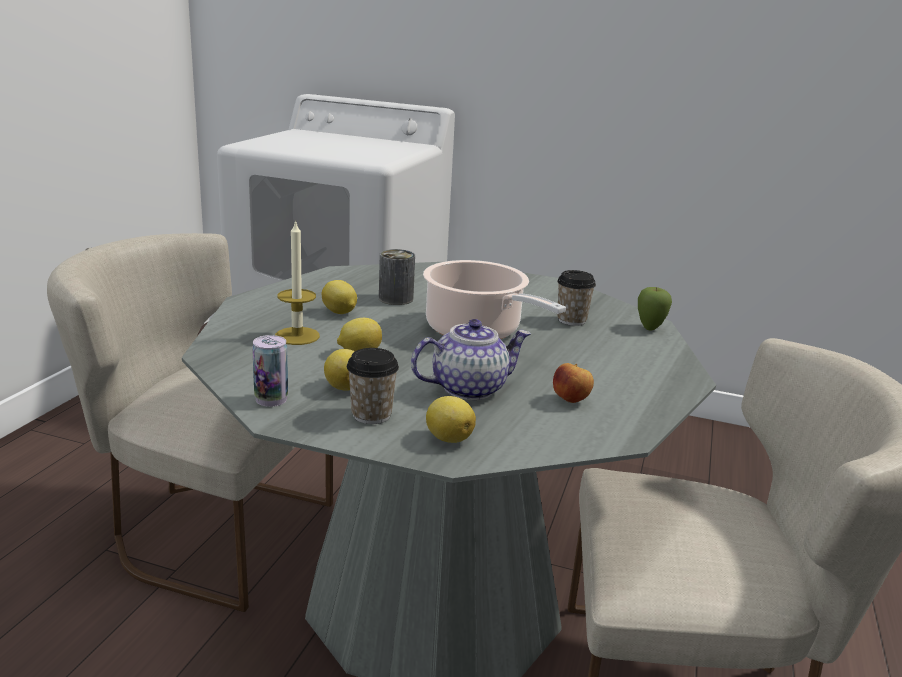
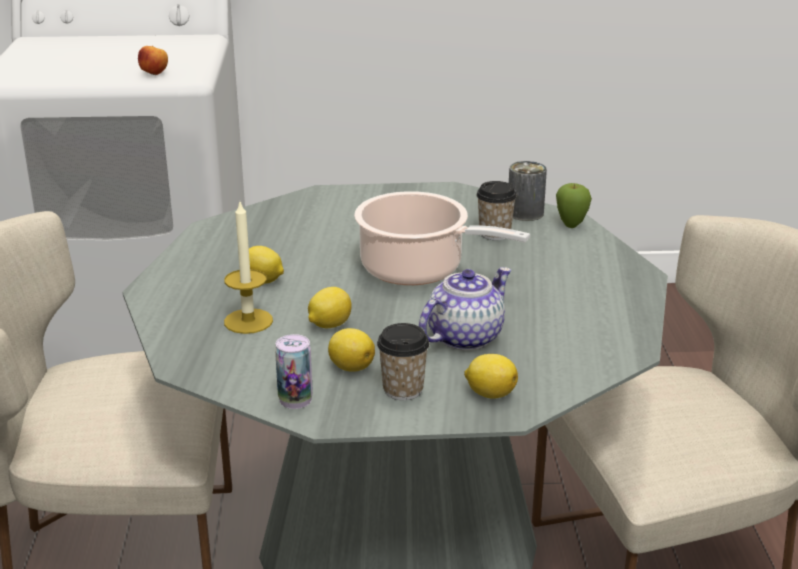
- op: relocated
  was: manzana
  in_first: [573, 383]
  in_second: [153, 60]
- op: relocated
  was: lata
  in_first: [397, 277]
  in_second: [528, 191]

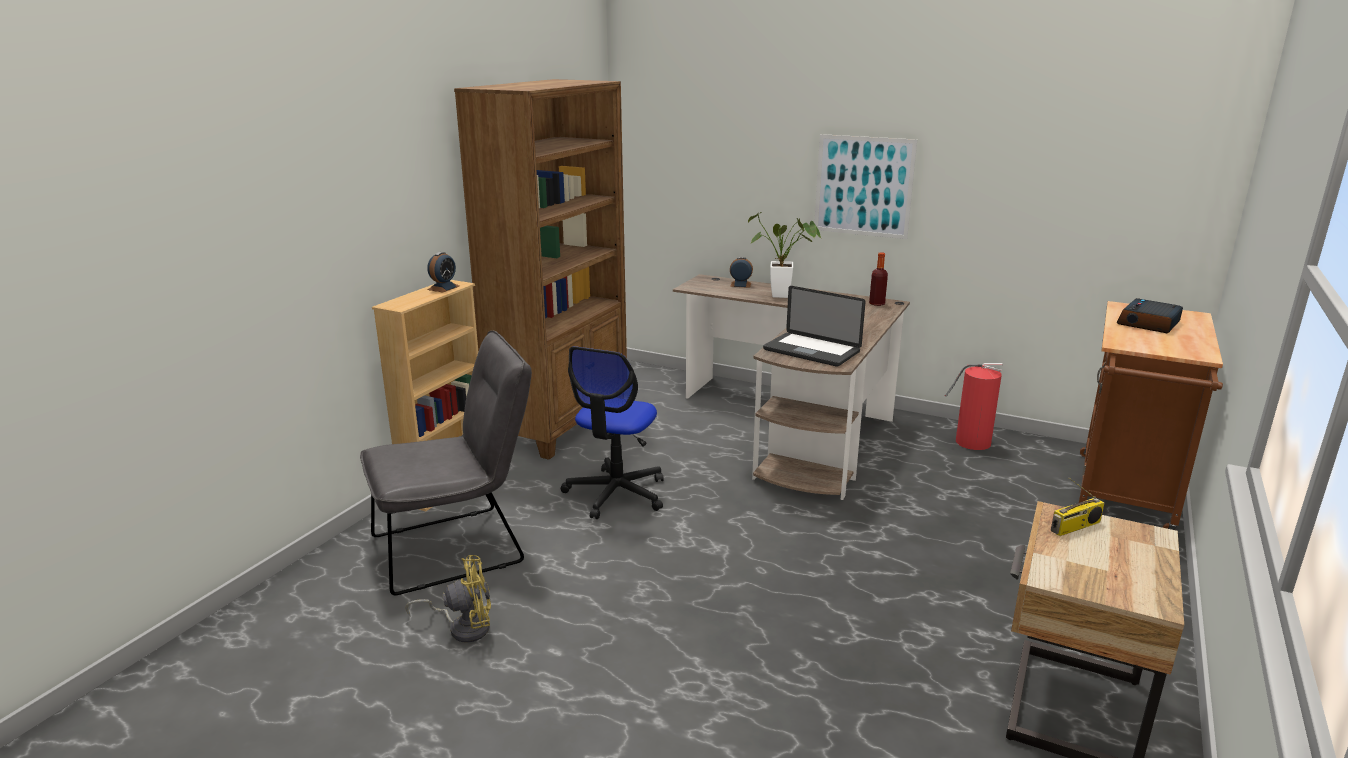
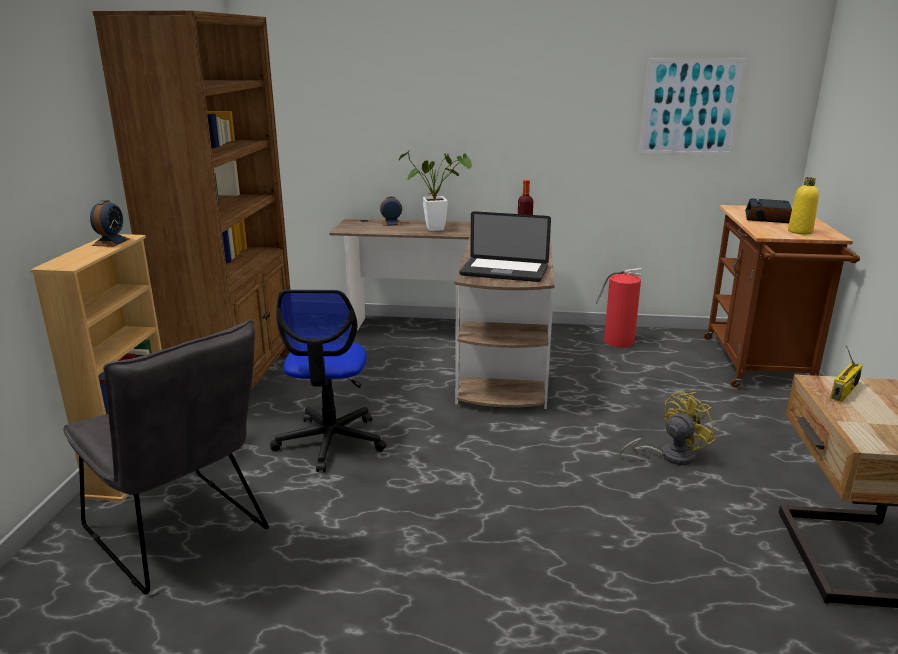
- op: spun
  was: silla [gris]
  in_first: [446, 463]
  in_second: [166, 456]
  clockwise: 90
- op: relocated
  was: ventilador [amarillo]
  in_first: [448, 599]
  in_second: [667, 428]
- op: relocated
  was: cuadro
  in_first: [865, 186]
  in_second: [692, 107]
- op: appeared
  now: botella [amarillo]
  in_second: [803, 206]

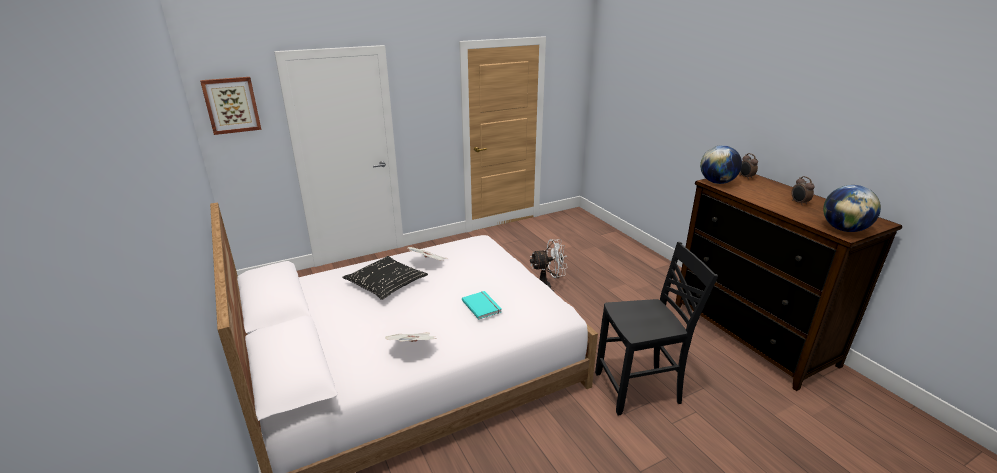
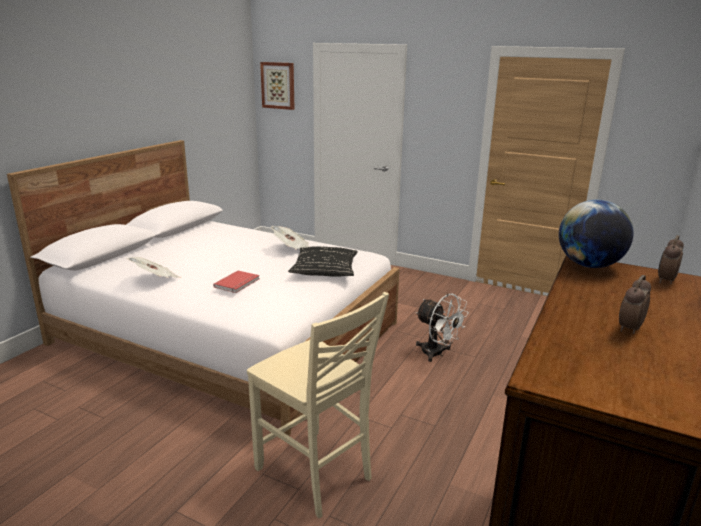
- op: colour
  was: libro [turquesa]
  now: libro [rojo]
  in_first: [482, 305]
  in_second: [236, 282]
- op: colour
  was: silla [negro]
  now: silla [beis]
  in_first: [656, 328]
  in_second: [318, 405]
- op: relocated
  was: cojín [negro]
  in_first: [385, 278]
  in_second: [323, 261]
- op: missing
  was: globo terráqueo
  in_first: [852, 208]

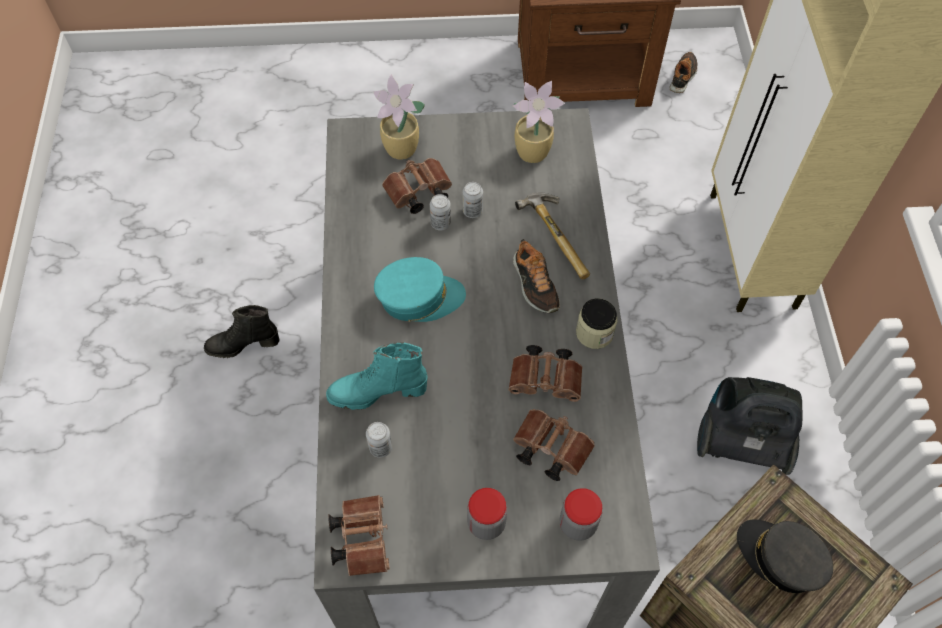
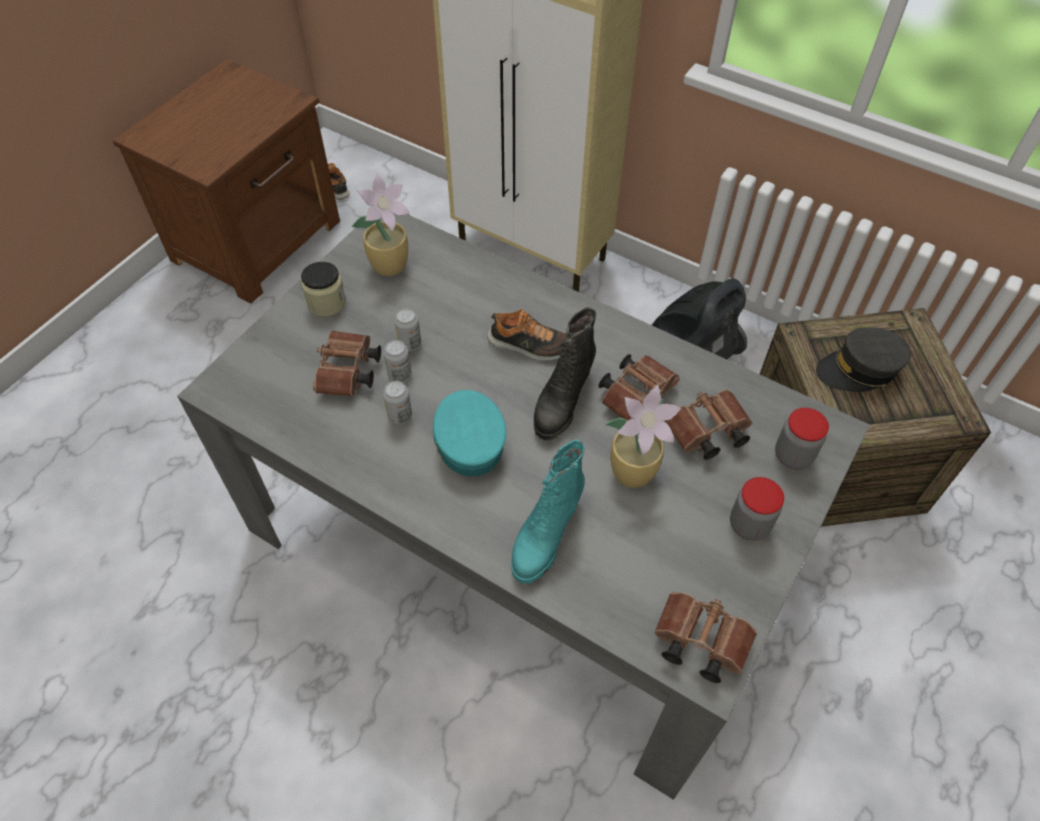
- op: relocated
  was: tarro
  in_first: [596, 323]
  in_second: [323, 289]
- op: relocated
  was: lata
  in_first: [379, 440]
  in_second: [397, 402]
- op: spun
  was: gorra [turquesa]
  in_first: [420, 289]
  in_second: [469, 433]
  clockwise: -45
- op: relocated
  was: bota [negro]
  in_first: [241, 331]
  in_second: [565, 373]
- op: relocated
  was: planta en maceta
  in_first: [399, 117]
  in_second: [643, 436]
- op: missing
  was: martillo
  in_first: [552, 235]

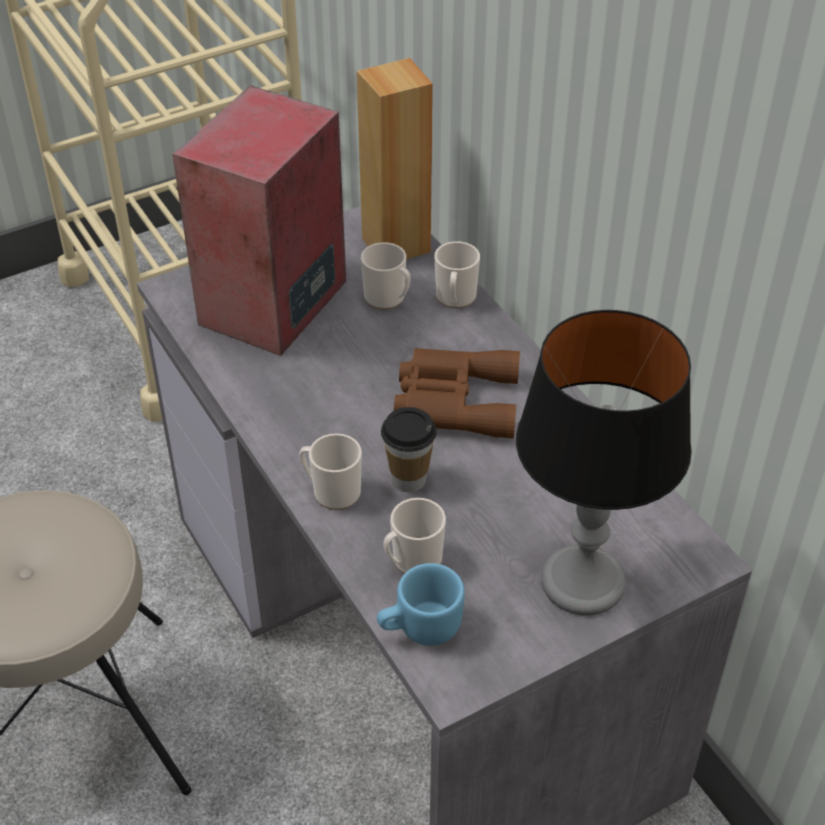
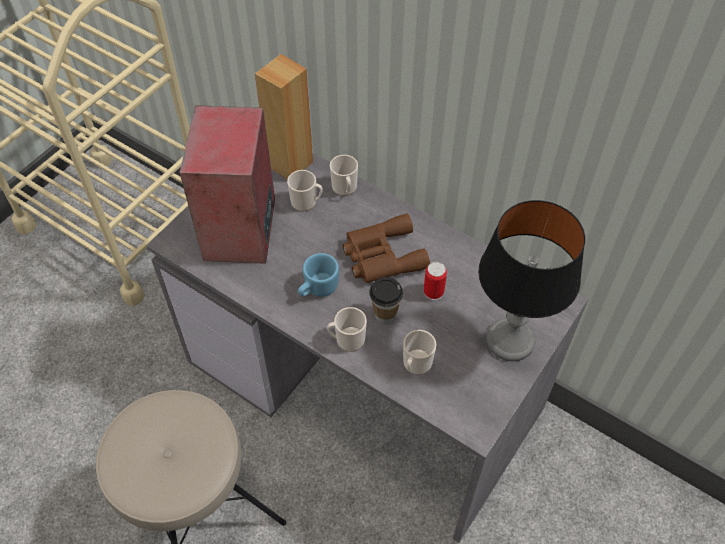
- op: relocated
  was: taza grande [azul]
  in_first: [421, 604]
  in_second: [318, 275]
- op: appeared
  now: lata
  in_second: [435, 281]

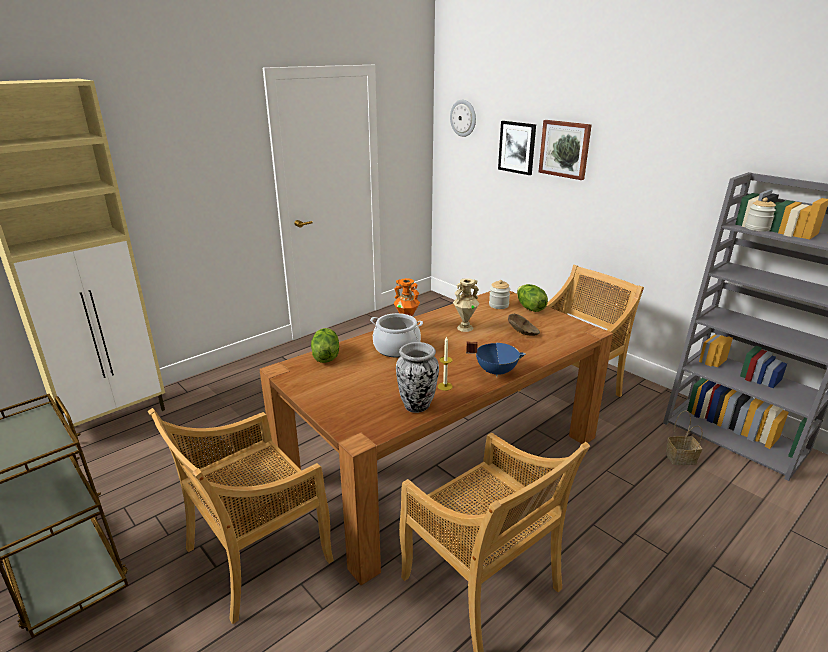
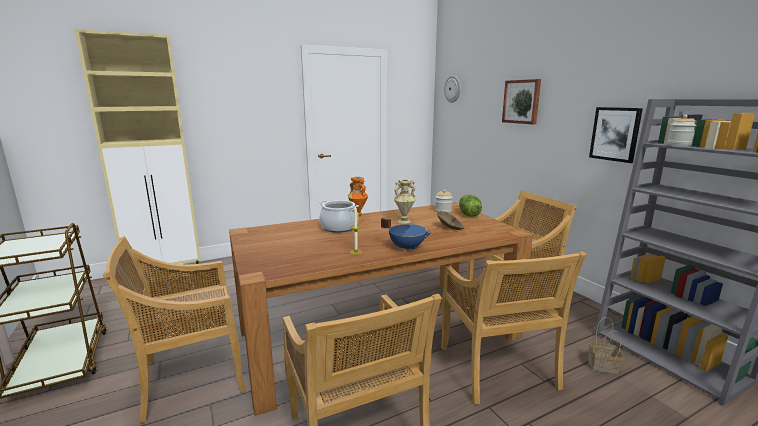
- op: appeared
  now: silla [beis]
  in_second: [513, 328]
- op: relocated
  was: cuadro
  in_first: [517, 148]
  in_second: [616, 135]
- op: missing
  was: lechuga
  in_first: [325, 345]
- op: missing
  was: florero
  in_first: [417, 377]

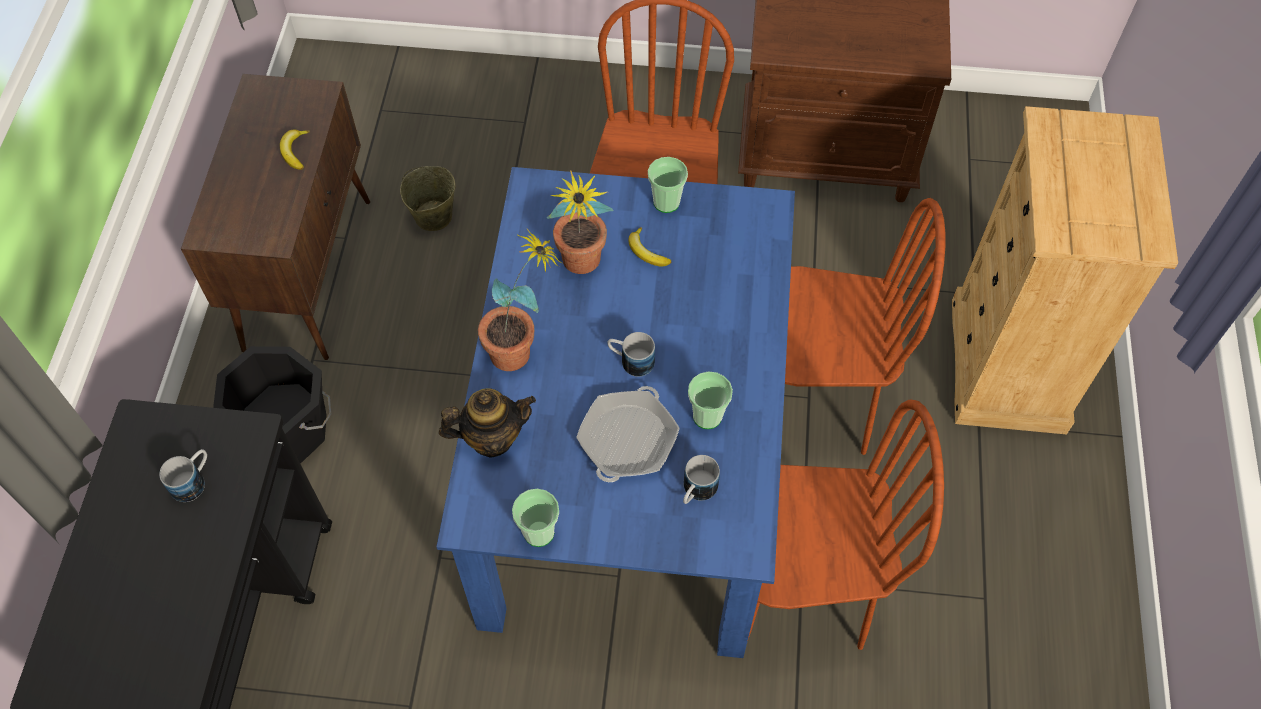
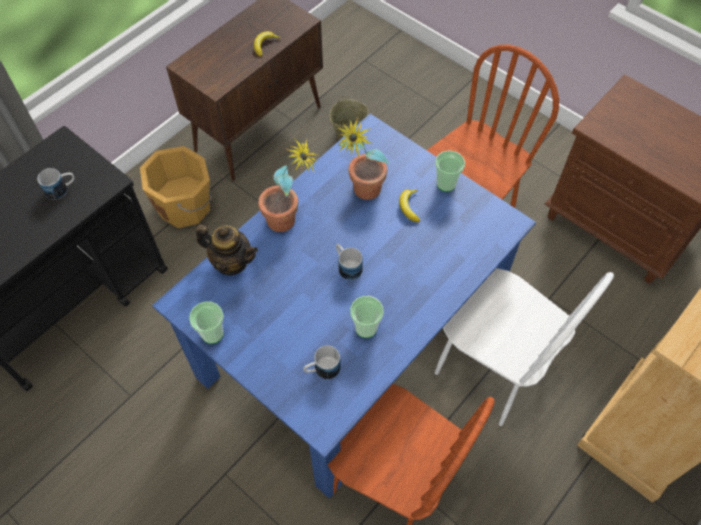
- op: colour
  was: cubo [negro]
  now: cubo [naranja]
  in_first: [272, 404]
  in_second: [176, 187]
- op: colour
  was: silla [marrón]
  now: silla [blanco]
  in_first: [865, 326]
  in_second: [524, 347]
- op: missing
  was: sartén
  in_first: [628, 434]

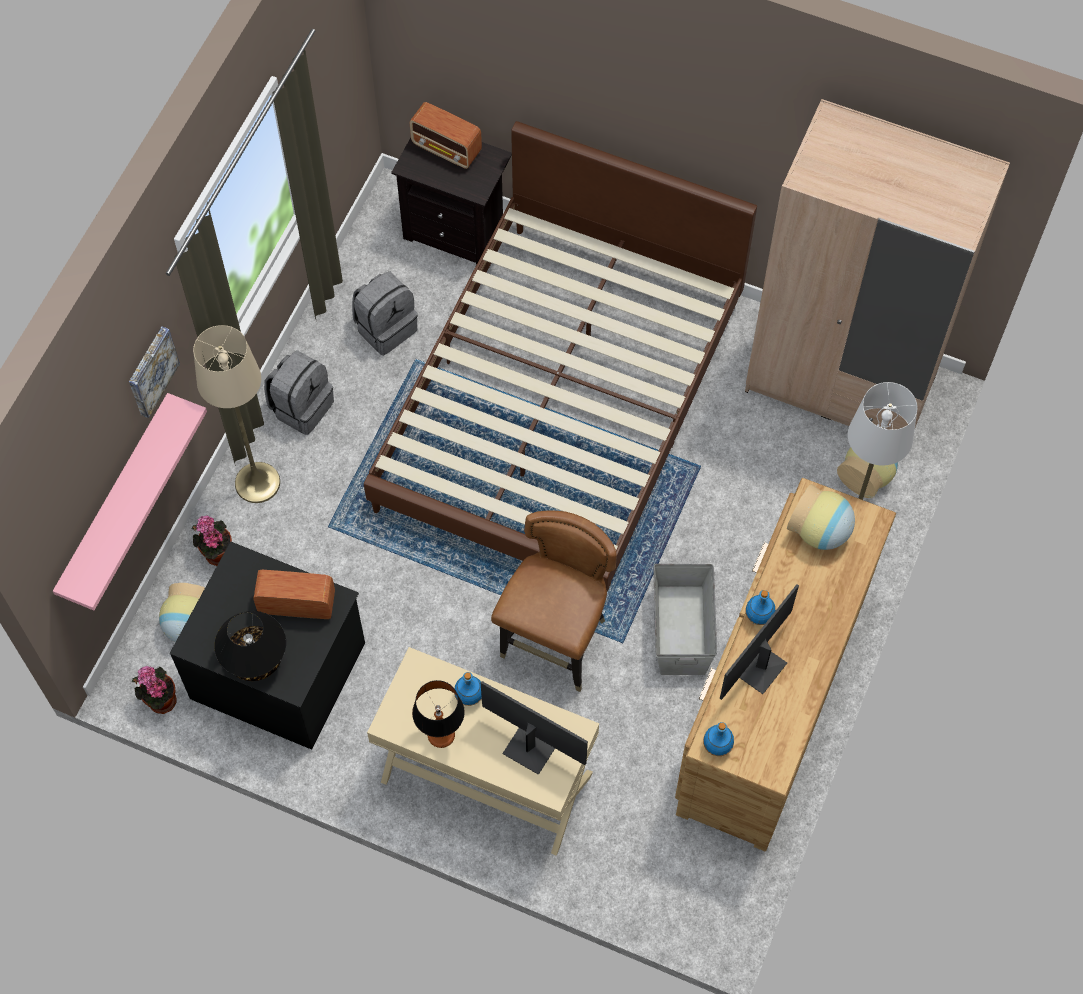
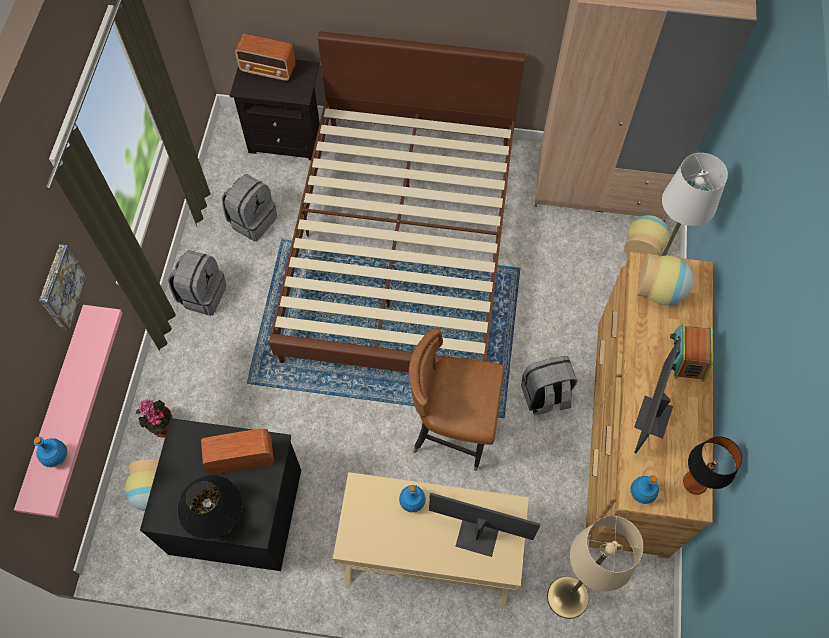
- op: relocated
  was: botella [azul]
  in_first: [760, 607]
  in_second: [50, 452]
- op: spun
  was: silla [marrón]
  in_first: [554, 601]
  in_second: [457, 399]
  clockwise: -90
- op: exchanged
  was: caja de almacenaje [gris]
  now: mochila [gris]
  in_first: [685, 619]
  in_second: [549, 385]
- op: relocated
  was: lámpara de pie [beis]
  in_first: [236, 414]
  in_second: [595, 567]
- op: appeared
  now: radio
  in_second: [692, 352]
- op: relocated
  was: lámpara de mesa
  in_first: [438, 714]
  in_second: [712, 465]
- op: missing
  was: planta en maceta
  in_first: [154, 690]

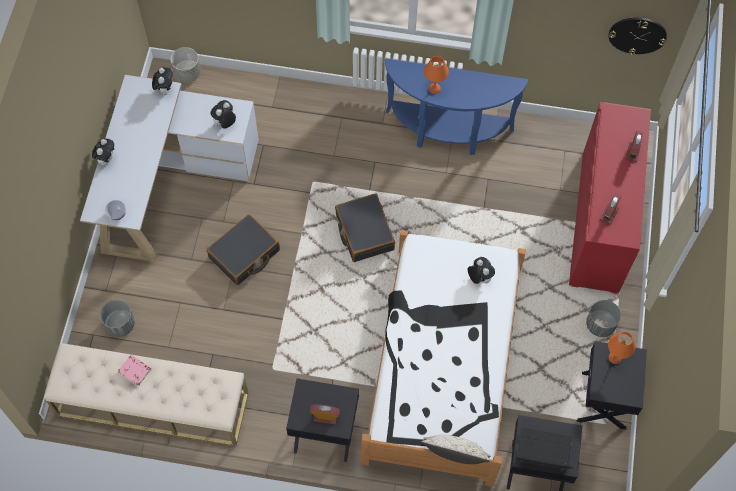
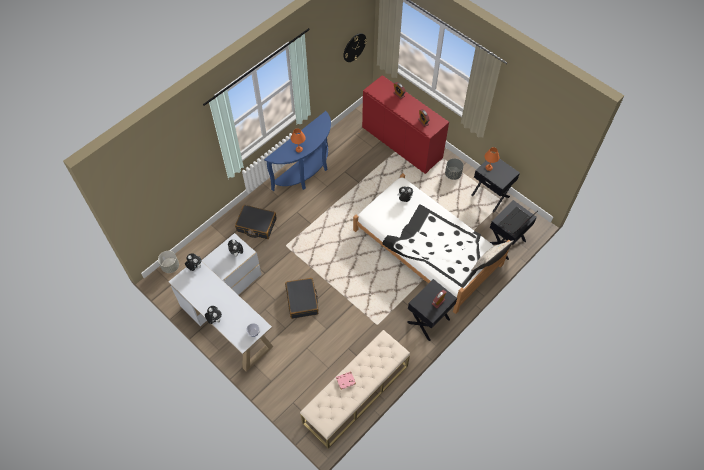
- op: relocated
  was: maleta [negro]
  in_first: [365, 227]
  in_second: [256, 222]
- op: missing
  was: maceta [gris]
  in_first: [117, 318]

